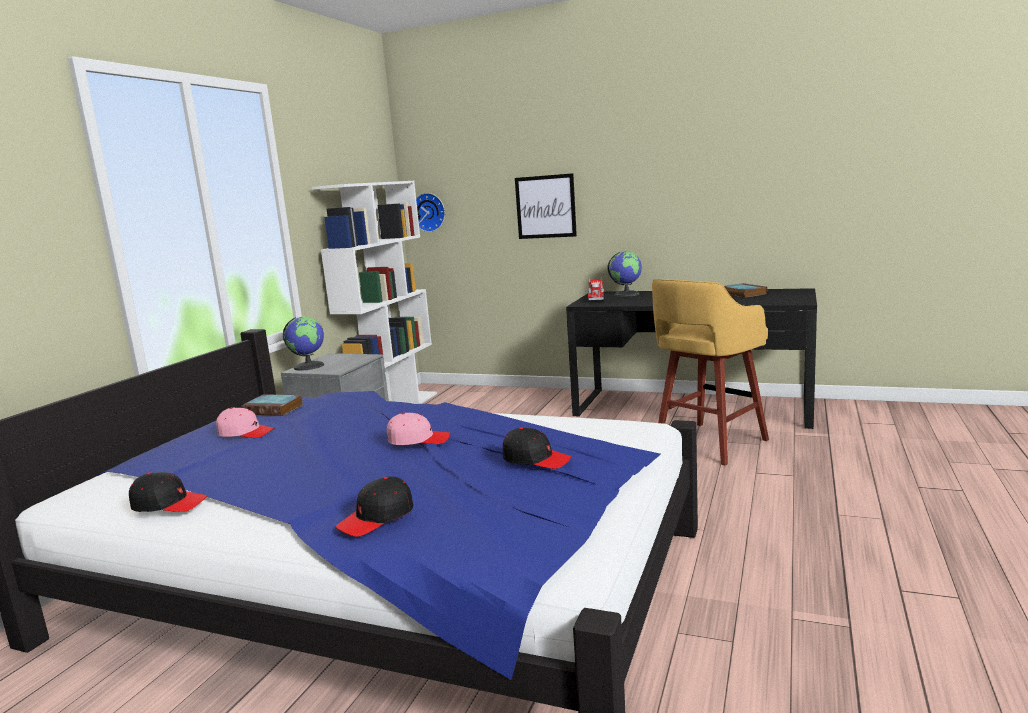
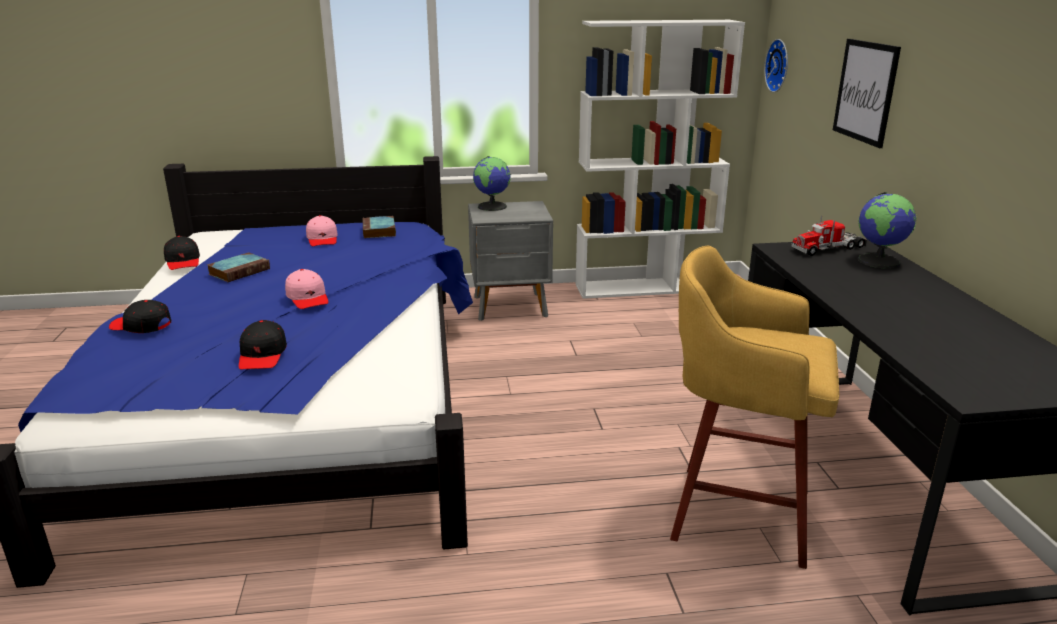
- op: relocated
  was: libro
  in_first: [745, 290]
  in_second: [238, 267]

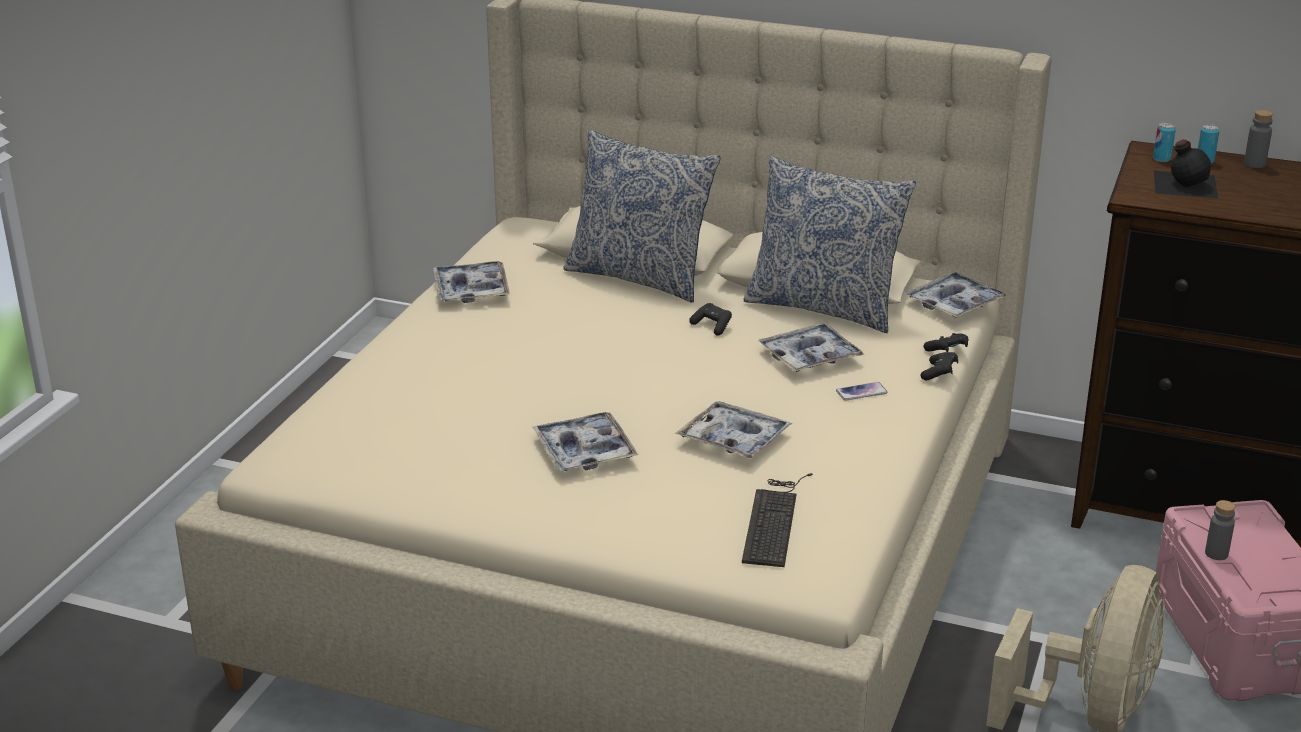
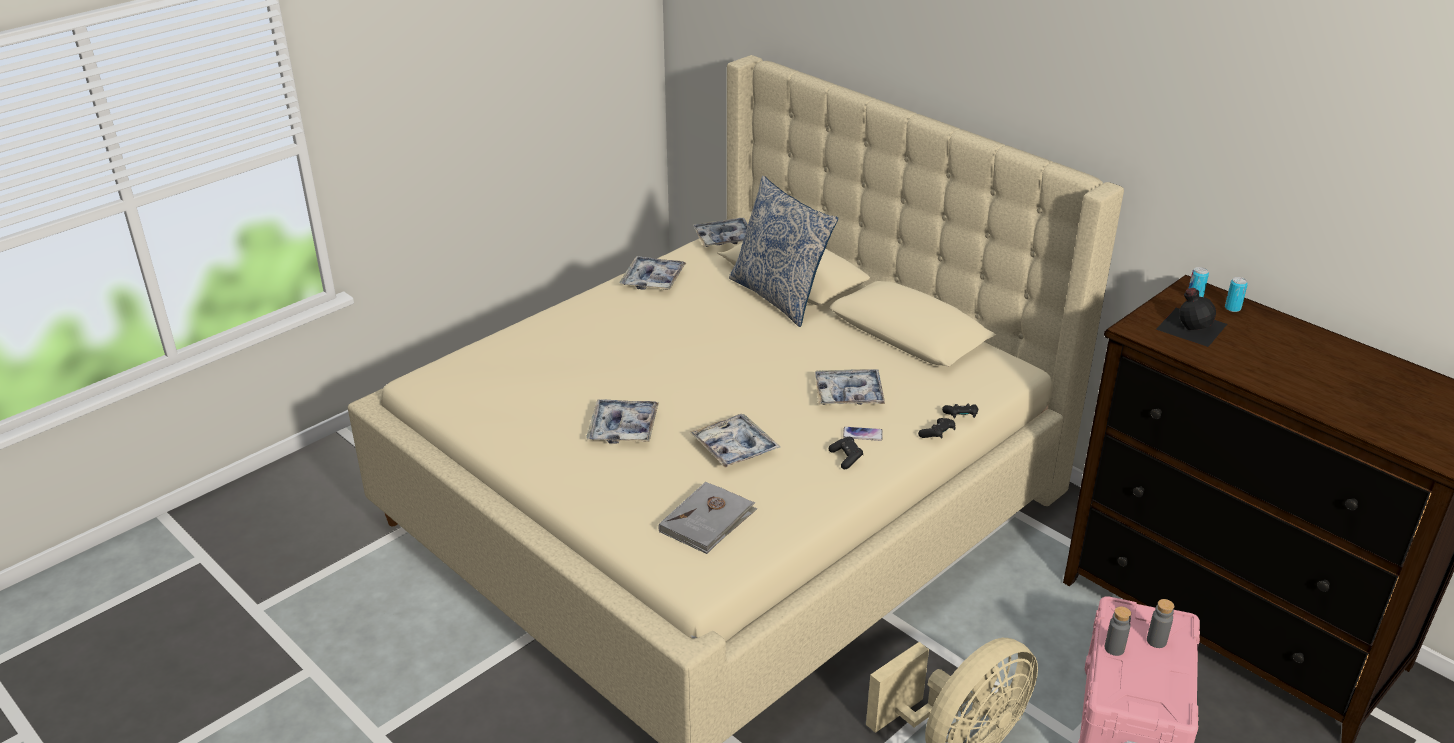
- op: exchanged
  was: teclado
  now: libro [gris]
  in_first: [777, 520]
  in_second: [707, 518]
- op: relocated
  was: bandeja
  in_first: [956, 295]
  in_second: [720, 232]
- op: relocated
  was: mando de consola [negro]
  in_first: [710, 319]
  in_second: [845, 453]
- op: relocated
  was: botella [gris]
  in_first: [1258, 139]
  in_second: [1160, 623]
- op: missing
  was: cojín
  in_first: [829, 244]

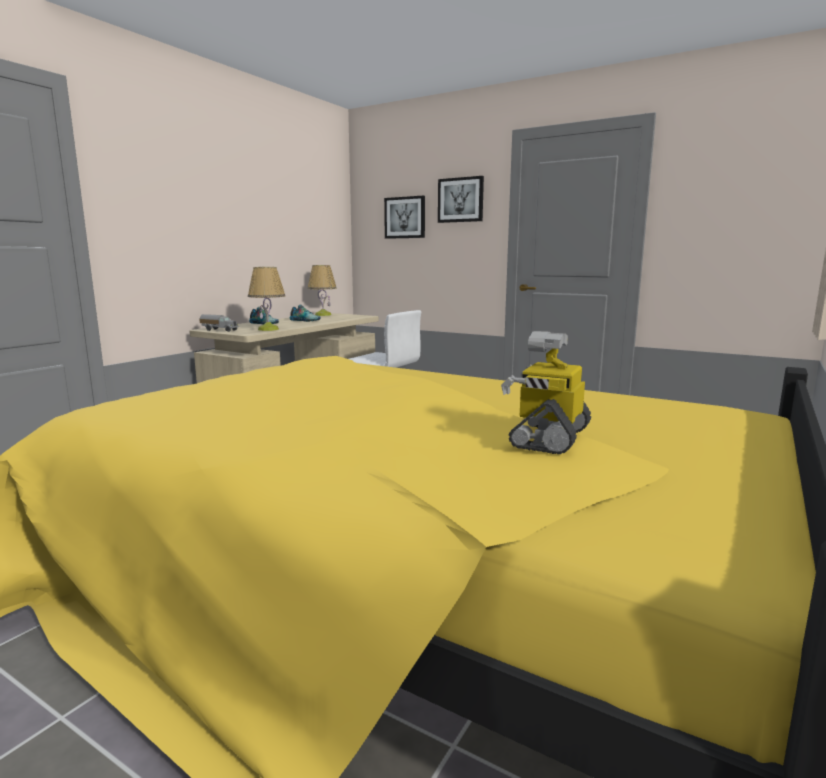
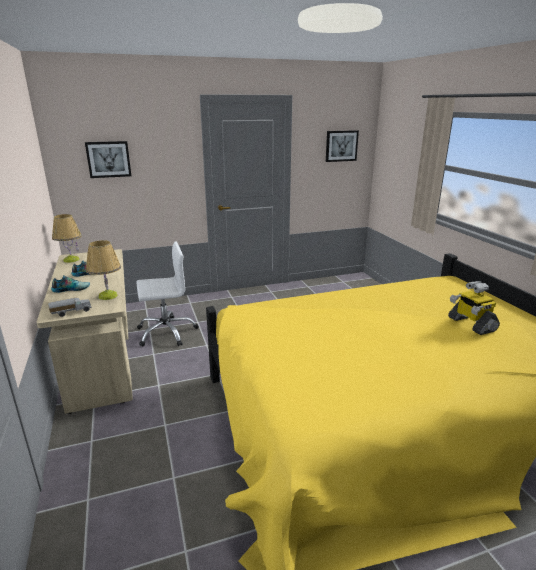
- op: relocated
  was: cuadro
  in_first: [461, 199]
  in_second: [342, 146]

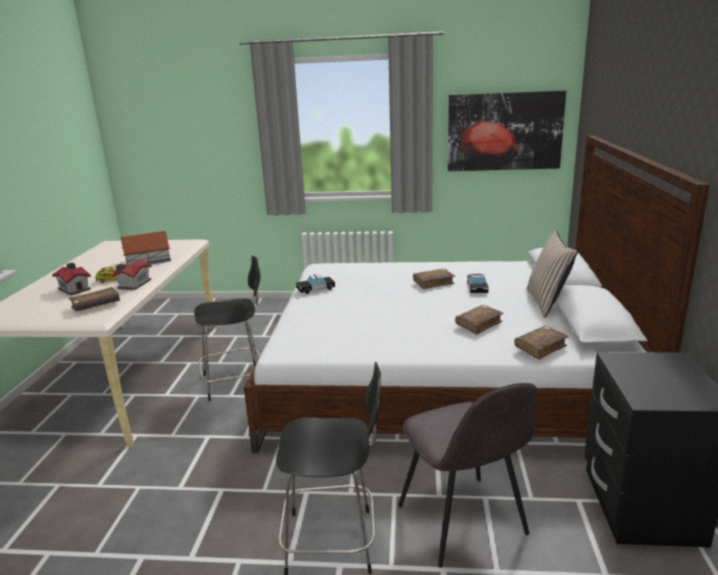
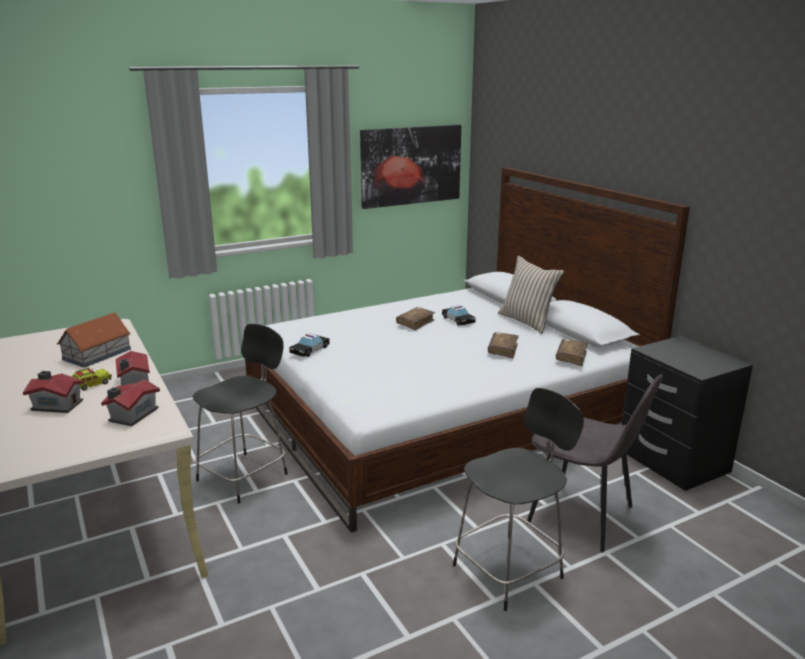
- op: exchanged
  was: libro [marrón]
  now: casita
  in_first: [94, 299]
  in_second: [130, 403]

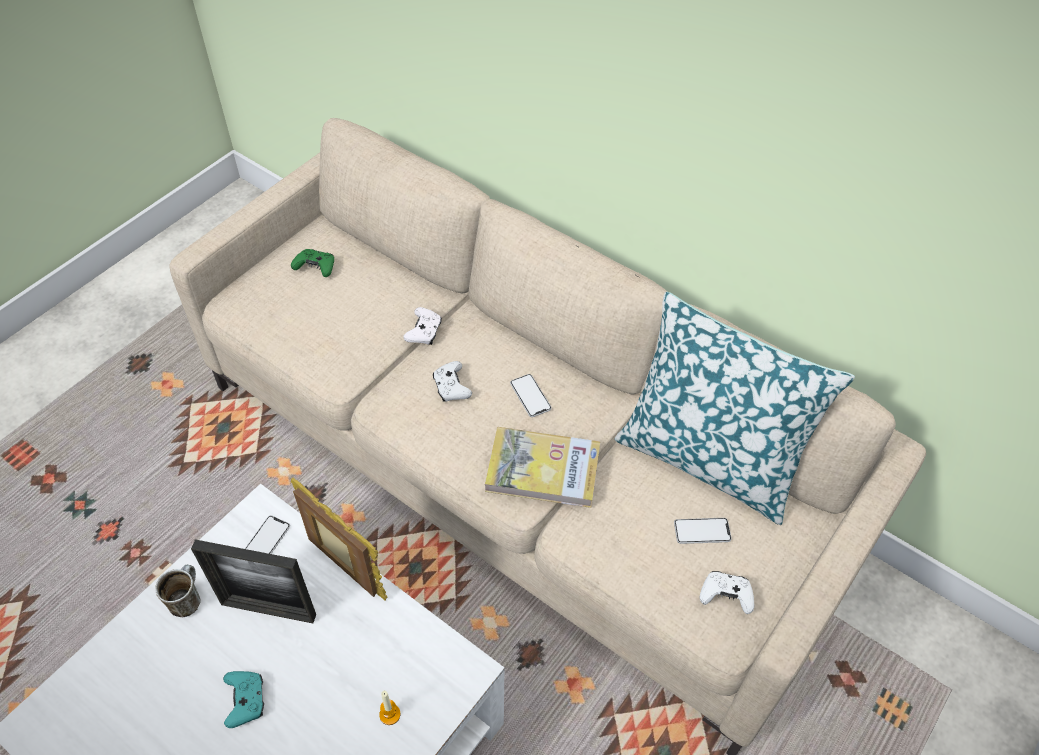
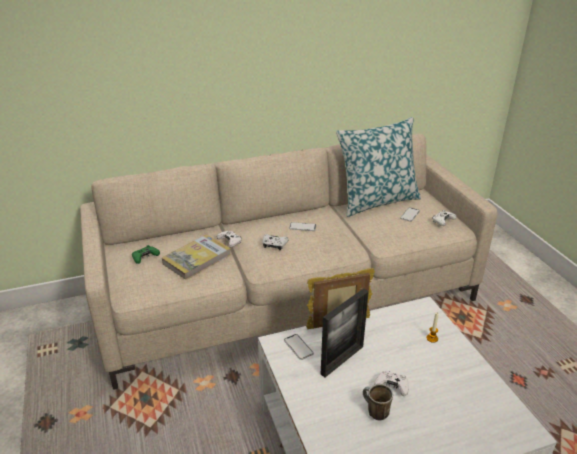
- op: relocated
  was: libro
  in_first: [542, 467]
  in_second: [196, 257]
- op: relocated
  was: taza grande
  in_first: [178, 591]
  in_second: [378, 402]
- op: colour
  was: mando de consola [turquesa]
  now: mando de consola [blanco]
  in_first: [243, 699]
  in_second: [391, 383]

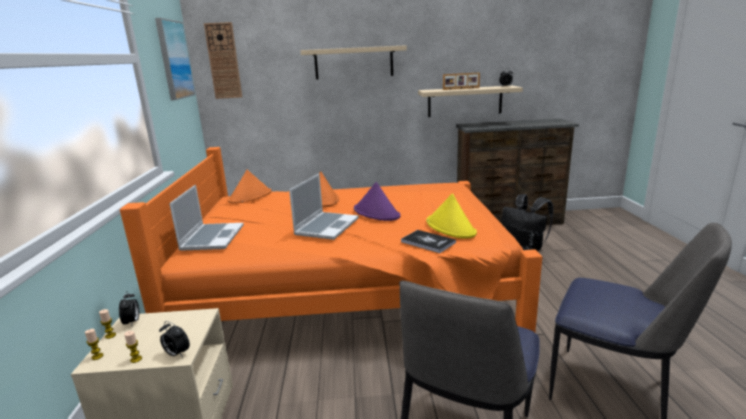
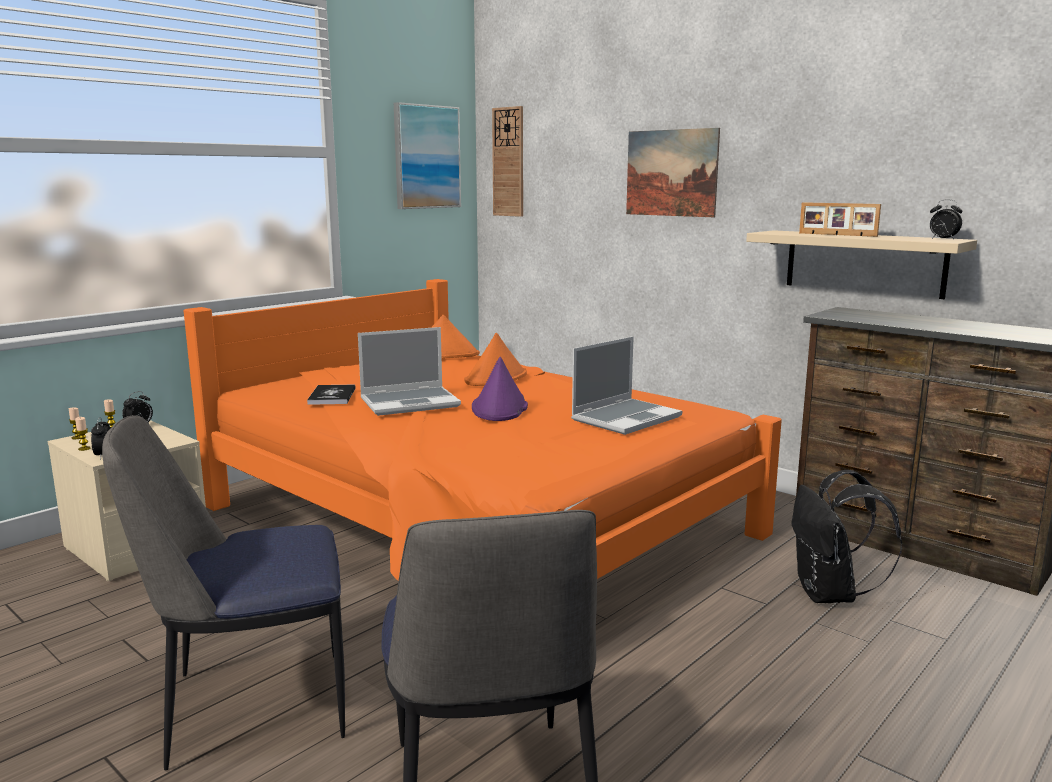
- op: relocated
  was: libro
  in_first: [428, 241]
  in_second: [331, 395]
- op: relocated
  was: portátil
  in_first: [206, 218]
  in_second: [626, 385]
- op: exchanged
  was: estante [beis]
  now: cuadro
  in_first: [354, 62]
  in_second: [673, 172]
- op: missing
  was: sombrero [amarillo]
  in_first: [451, 216]

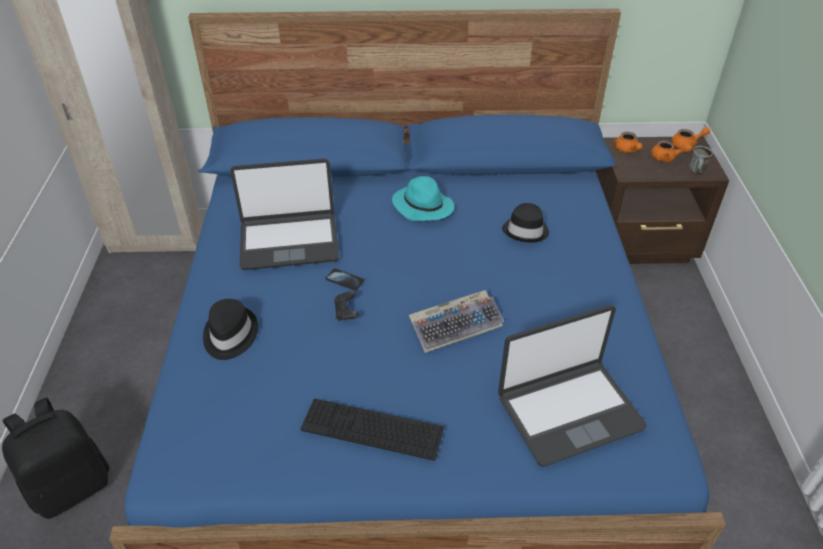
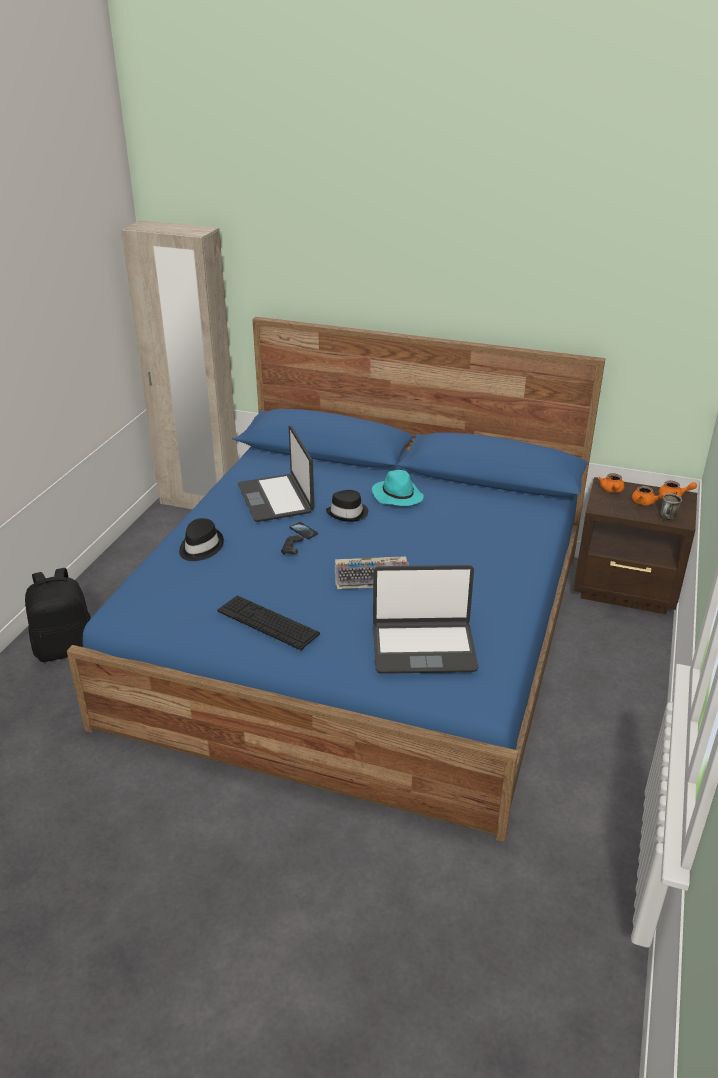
- op: spun
  was: portátil
  in_first: [284, 214]
  in_second: [276, 474]
  clockwise: 60
- op: relocated
  was: sombrero [negro]
  in_first: [525, 223]
  in_second: [347, 506]

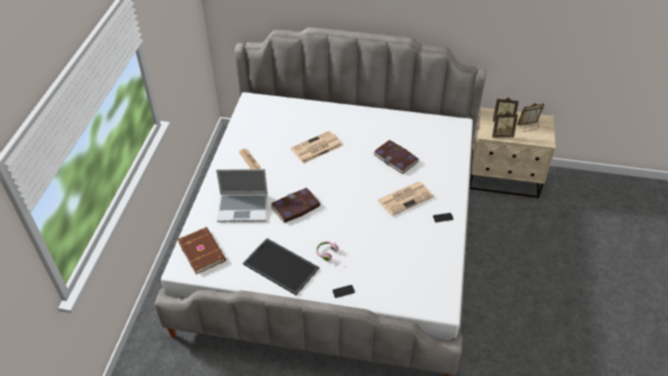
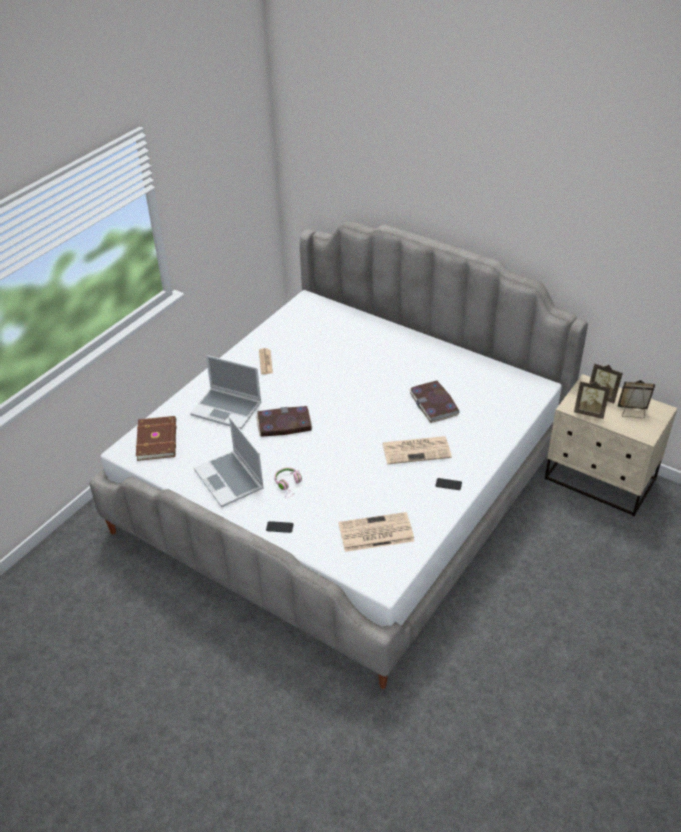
- op: exchanged
  was: bandeja
  now: portátil
  in_first: [281, 266]
  in_second: [229, 462]
- op: relocated
  was: periódico
  in_first: [317, 146]
  in_second: [376, 532]

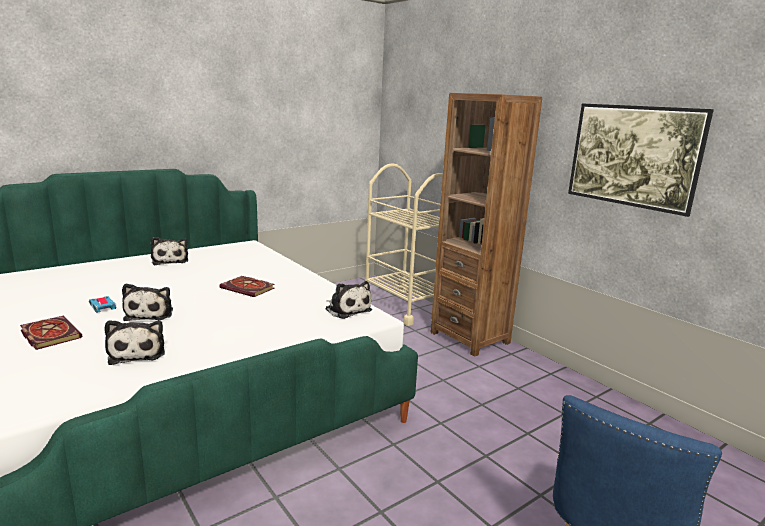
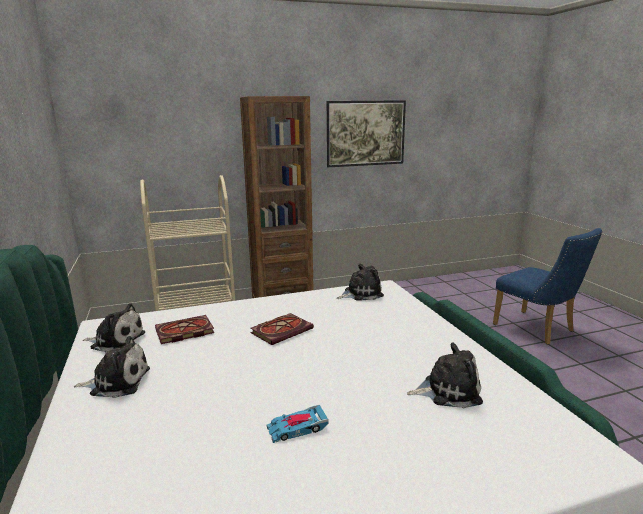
- op: relocated
  was: peluche
  in_first: [147, 302]
  in_second: [114, 328]
- op: relocated
  was: libro
  in_first: [51, 333]
  in_second: [184, 329]

